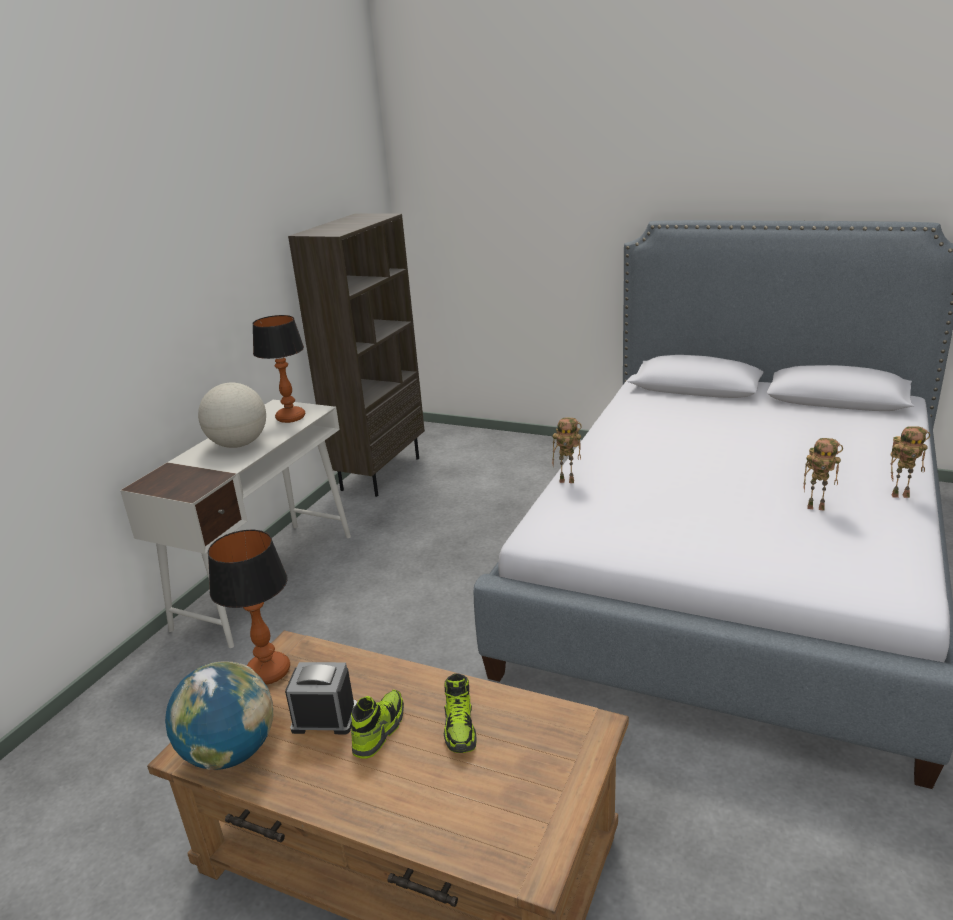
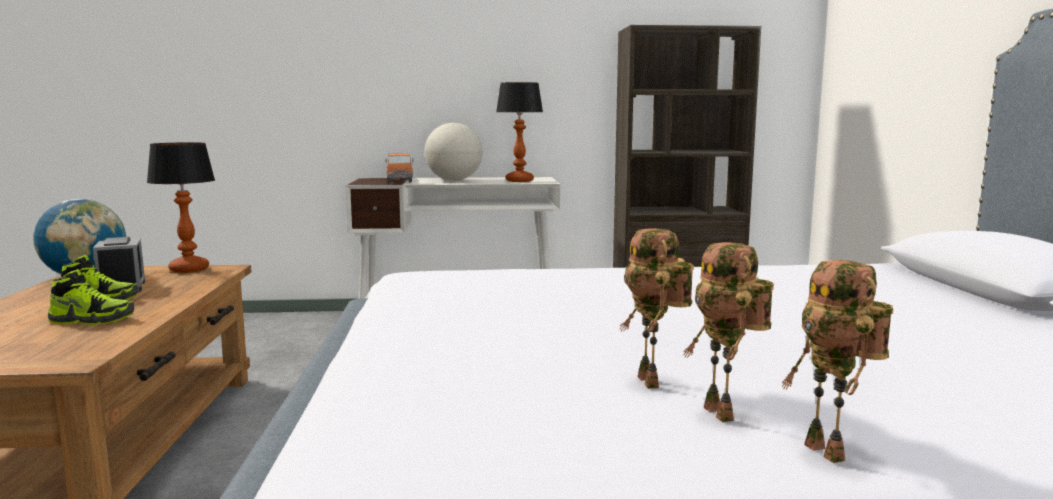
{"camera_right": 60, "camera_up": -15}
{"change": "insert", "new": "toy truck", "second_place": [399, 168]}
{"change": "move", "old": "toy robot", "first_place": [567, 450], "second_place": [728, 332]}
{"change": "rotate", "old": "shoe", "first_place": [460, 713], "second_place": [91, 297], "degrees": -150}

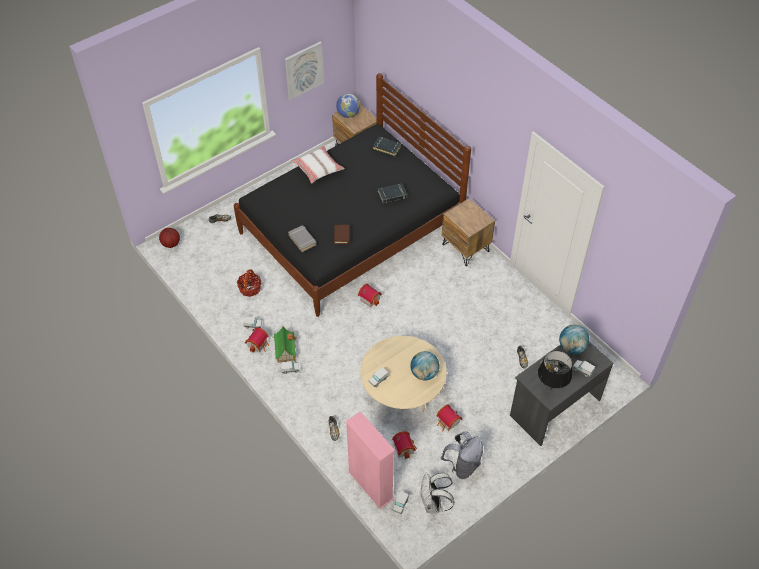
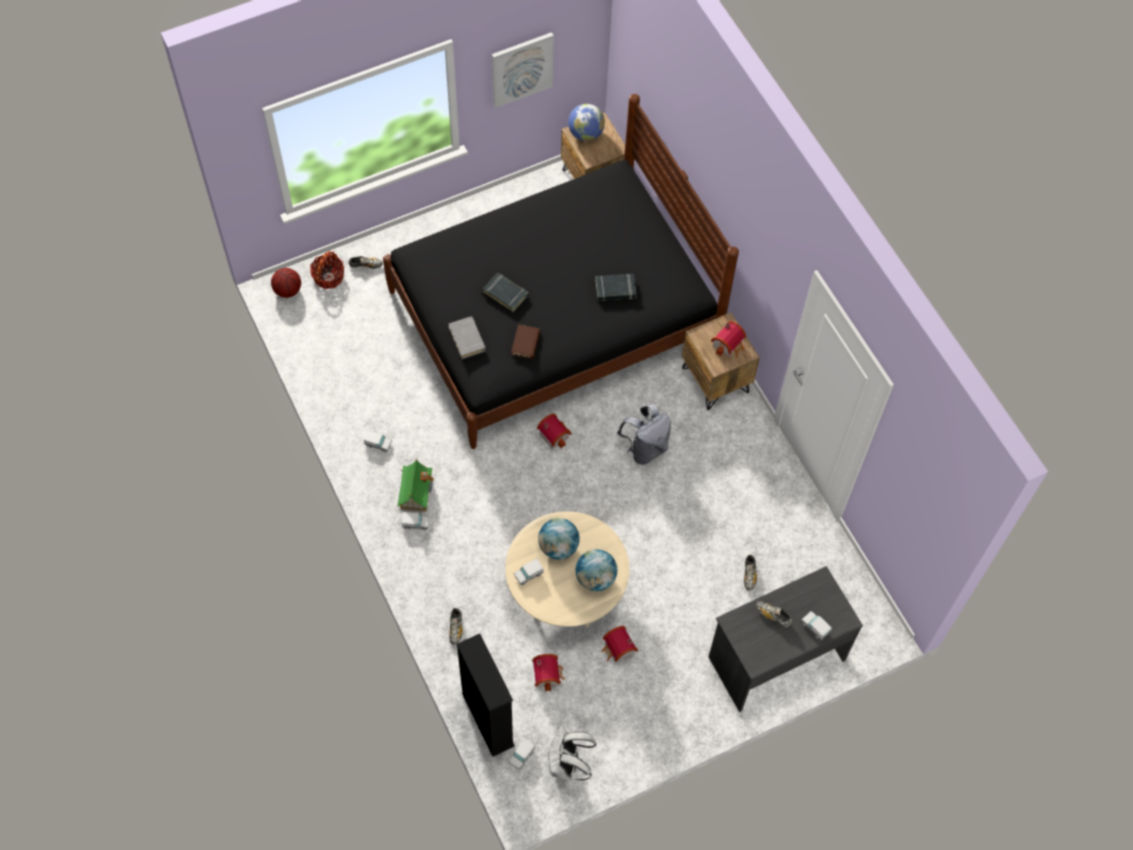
{"camera_right": 10, "camera_up": 10}
{"change": "delete", "old": "white pillow", "first_place": [318, 165]}
{"change": "delete", "old": "black table lamp", "first_place": [555, 369]}
{"change": "move", "old": "basket", "first_place": [249, 283], "second_place": [327, 270]}
{"change": "move", "old": "toy house", "first_place": [257, 340], "second_place": [728, 339]}
{"change": "move", "old": "black book", "first_place": [387, 147], "second_place": [505, 293]}
{"change": "move", "old": "grey backpack", "first_place": [462, 455], "second_place": [644, 435]}
{"change": "move", "old": "globe", "first_place": [574, 339], "second_place": [559, 539]}
{"change": "recolor", "old": "pink bookcase", "new": "black bookcase", "first_place": [370, 460], "second_place": [485, 695]}

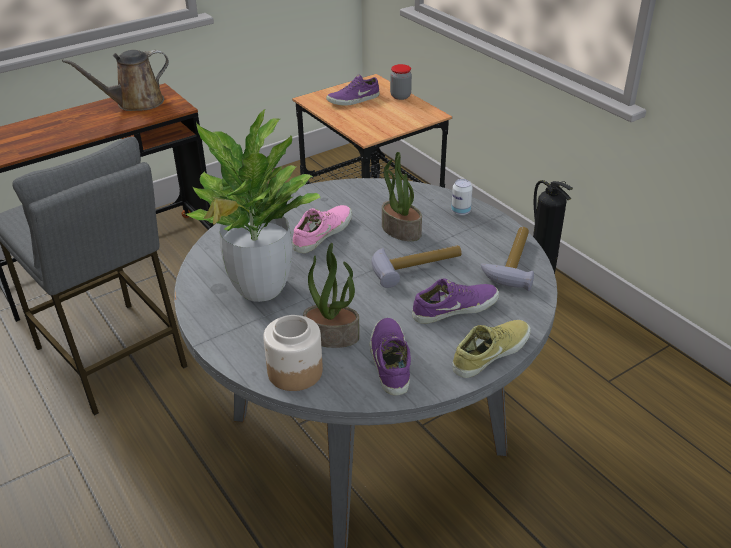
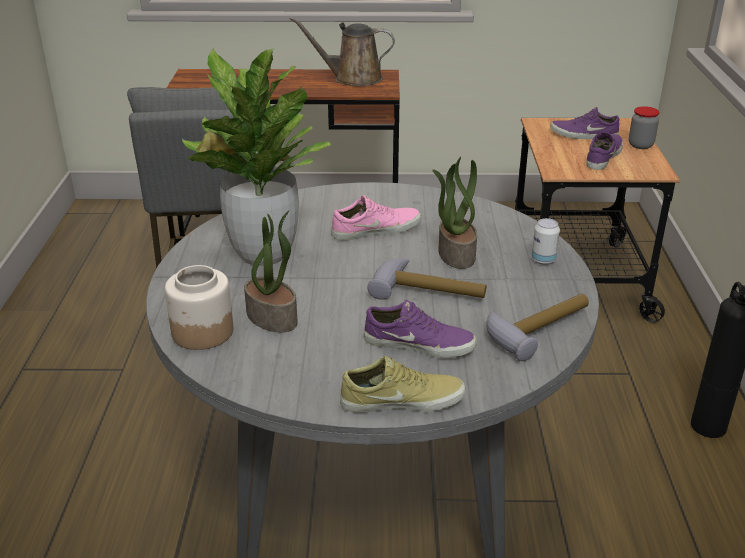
{"camera_right": 35, "camera_up": -5}
{"change": "move", "old": "purple shoe", "first_place": [390, 356], "second_place": [604, 150]}

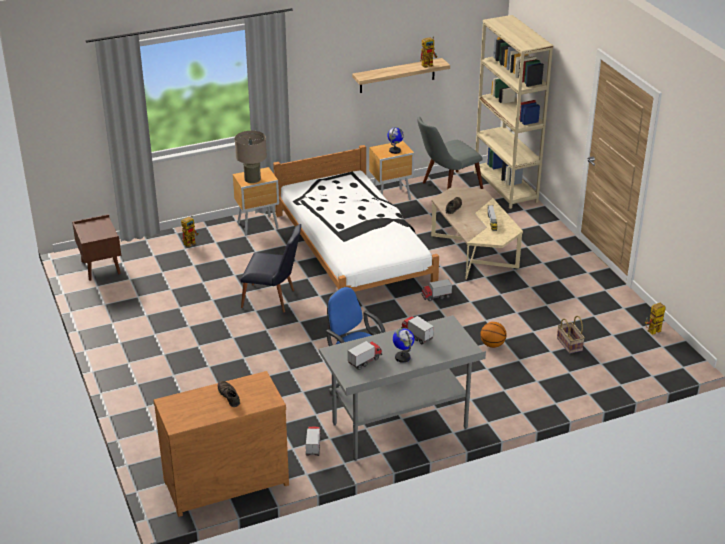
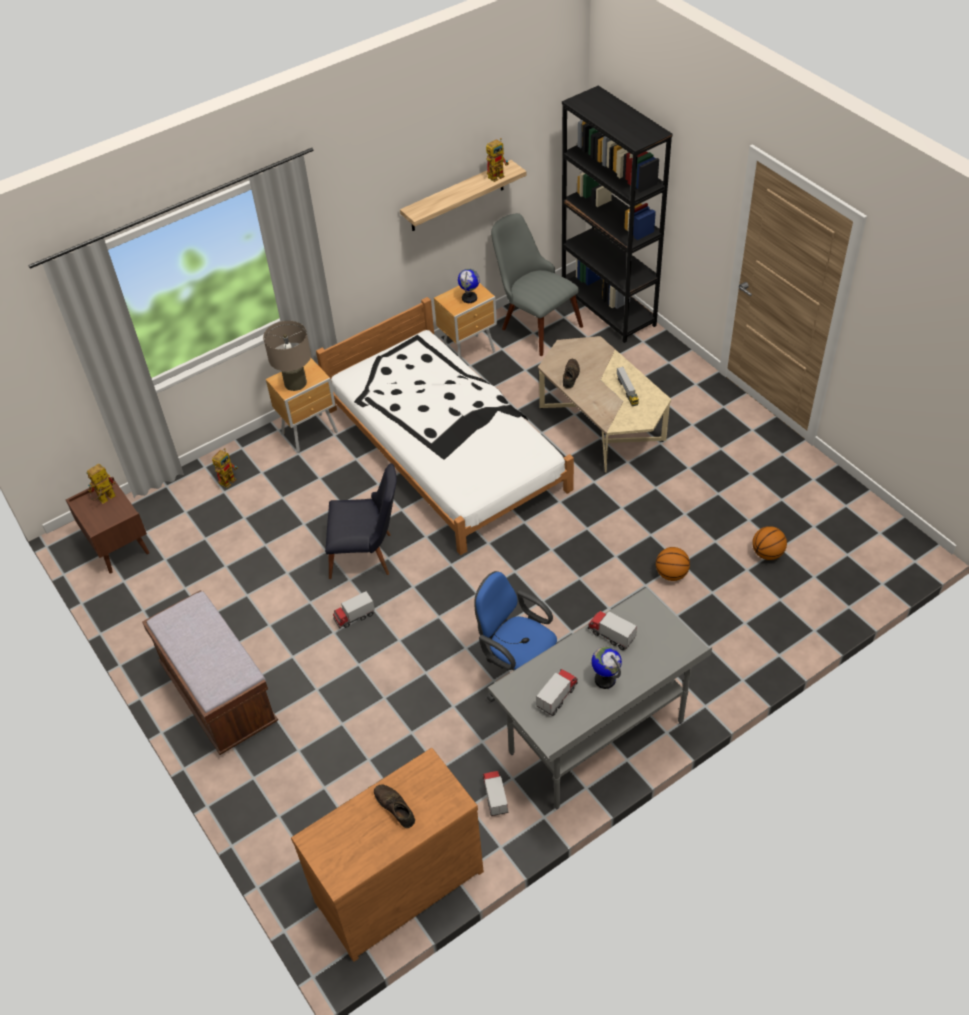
{"camera_right": -10, "camera_up": 15}
{"change": "insert", "new": "brown bench", "second_place": [210, 672]}
{"change": "move", "old": "toy truck", "first_place": [436, 290], "second_place": [354, 610]}
{"change": "move", "old": "toy robot", "first_place": [655, 319], "second_place": [101, 484]}
{"change": "replace", "old": "basket", "new": "basketball", "first_place": [571, 335], "second_place": [769, 543]}
{"change": "recolor", "old": "beige bookcase", "new": "black bookcase", "first_place": [513, 112], "second_place": [617, 214]}
{"change": "rotate", "old": "grey chair", "first_place": [450, 153], "second_place": [537, 284], "degrees": 90}

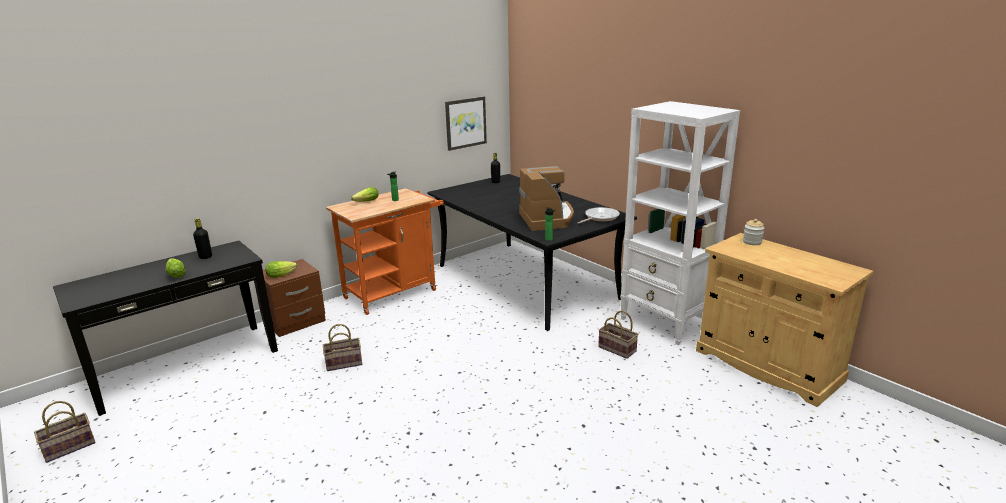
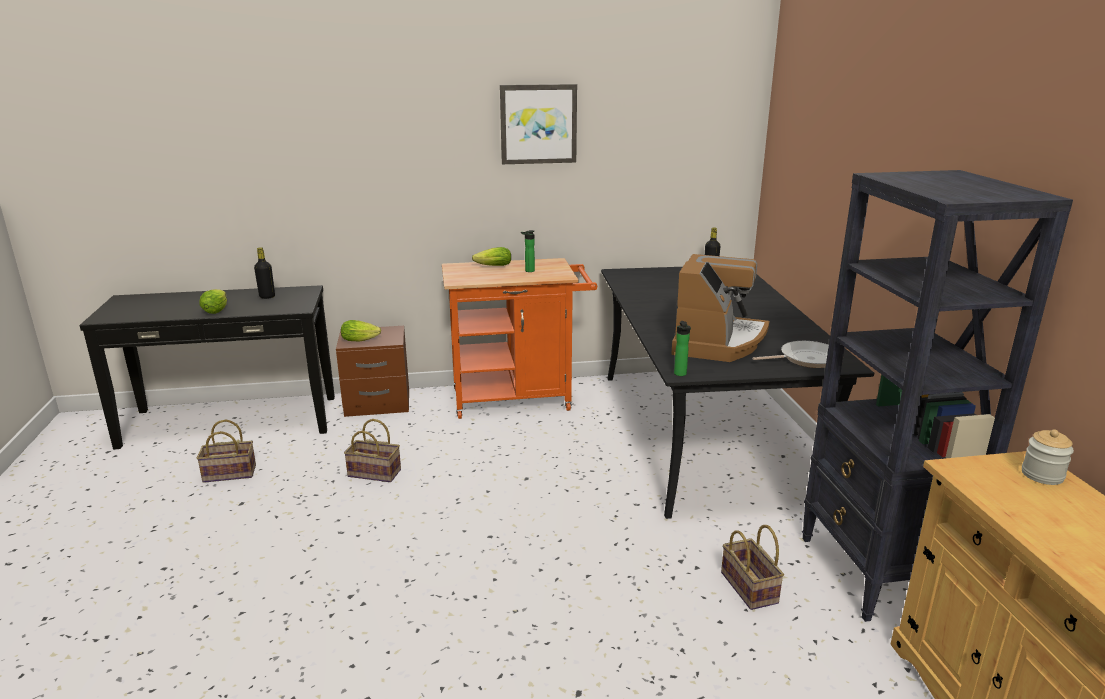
{"camera_right": 30, "camera_up": 0}
{"change": "move", "old": "basket", "first_place": [64, 432], "second_place": [226, 451]}
{"change": "move", "old": "picture", "first_place": [466, 123], "second_place": [538, 124]}
{"change": "recolor", "old": "white bookcase", "new": "black bookcase", "first_place": [680, 223], "second_place": [937, 396]}

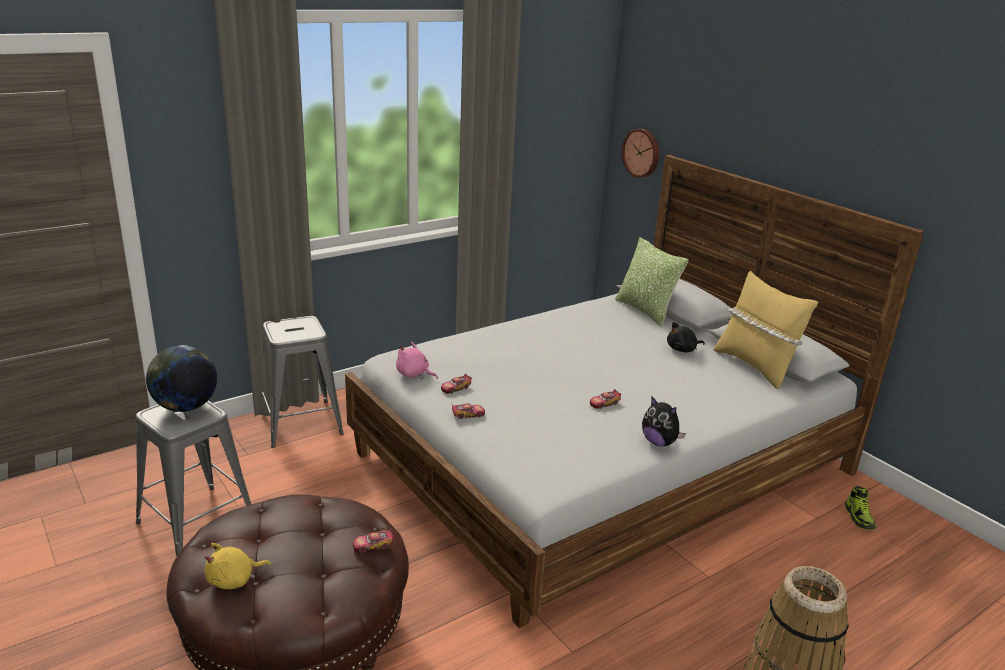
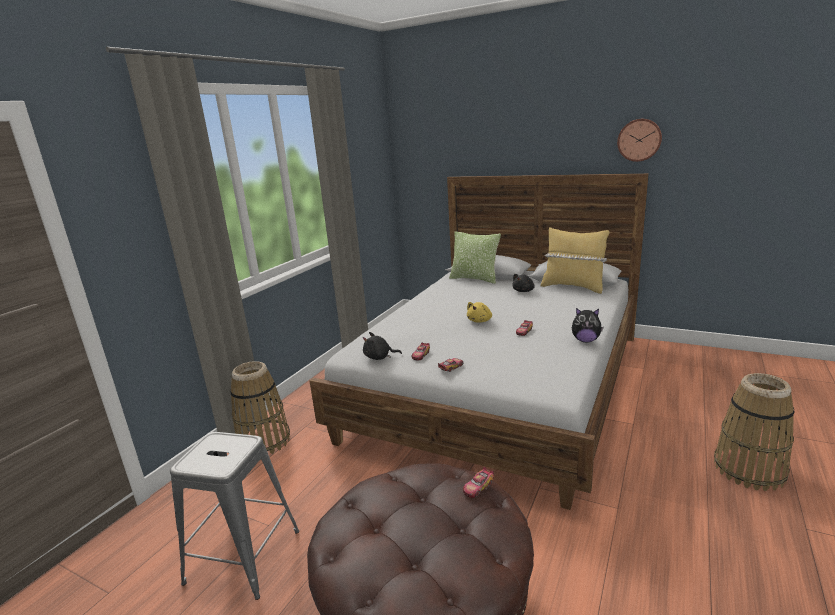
{"camera_right": -25, "camera_up": -5}
{"change": "delete", "old": "globe", "first_place": [181, 378]}
{"change": "delete", "old": "shoe", "first_place": [860, 508]}
{"change": "move", "old": "yellow plush toy", "first_place": [237, 566], "second_place": [479, 312]}
{"change": "move", "old": "wall clock", "first_place": [640, 153], "second_place": [639, 140]}
{"change": "replace", "old": "grey stool", "new": "basket", "first_place": [303, 382], "second_place": [260, 407]}
{"change": "recolor", "old": "pink plush toy", "new": "black plush toy", "first_place": [417, 360], "second_place": [382, 346]}

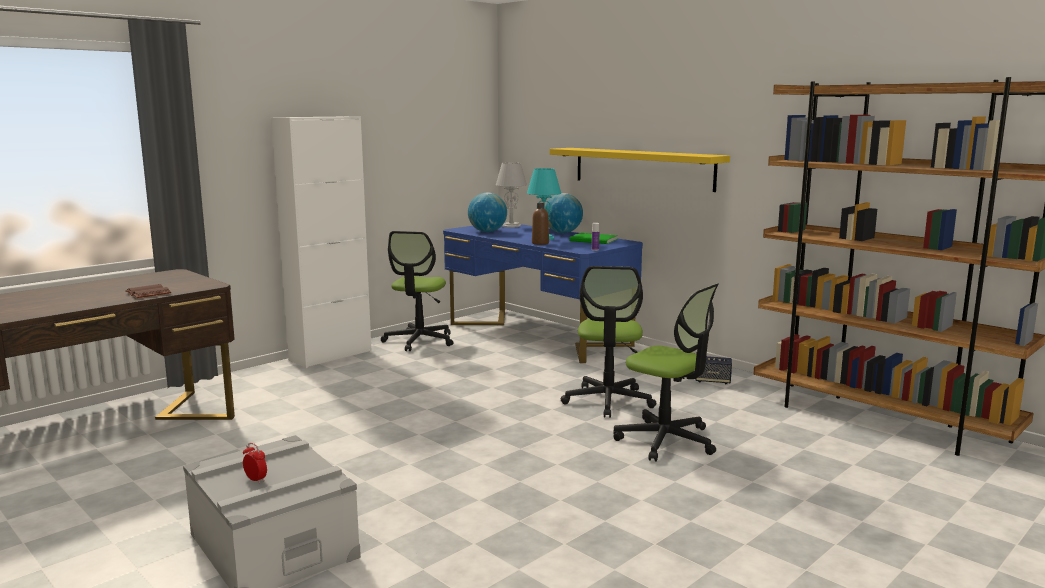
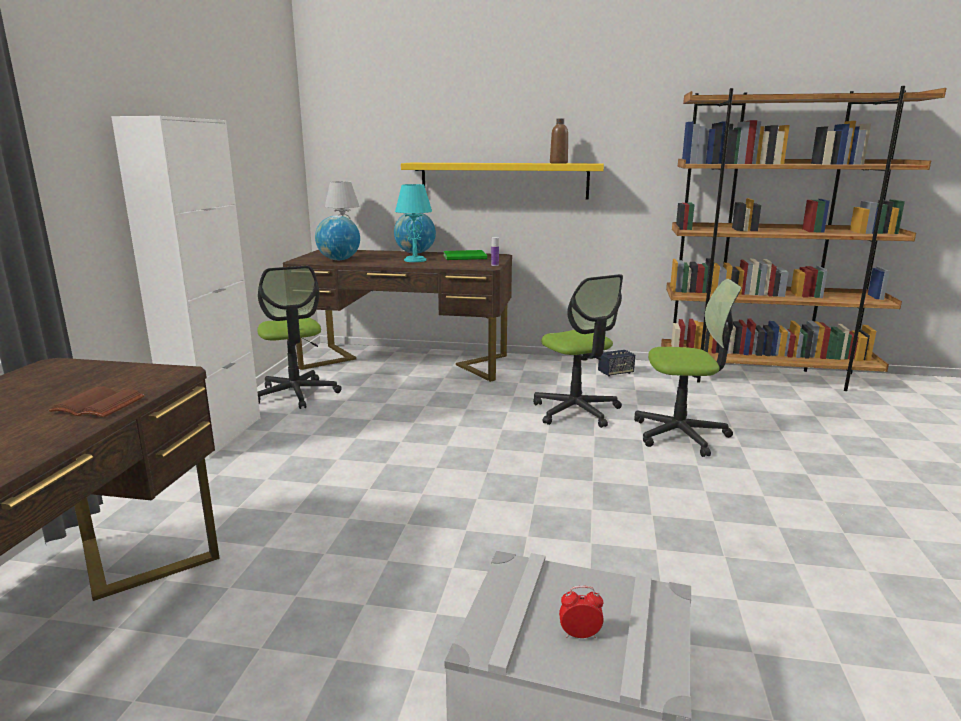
{"camera_right": -35, "camera_up": 5}
{"change": "move", "old": "brown bottle", "first_place": [540, 224], "second_place": [559, 141]}
{"change": "recolor", "old": "blue desk", "new": "brown desk", "first_place": [543, 293], "second_place": [397, 316]}

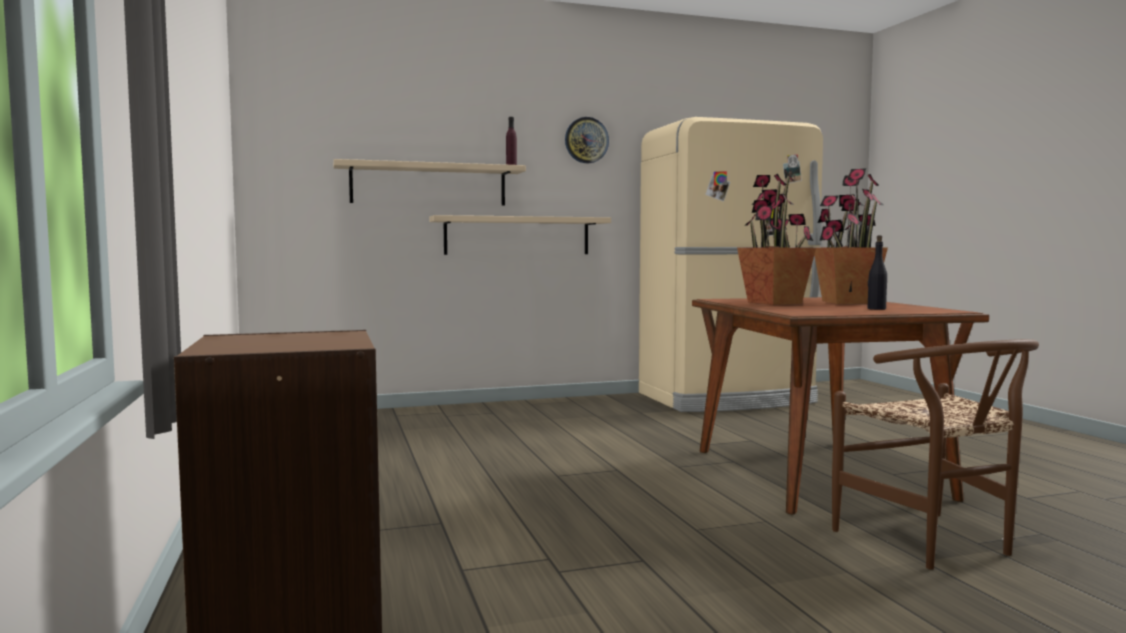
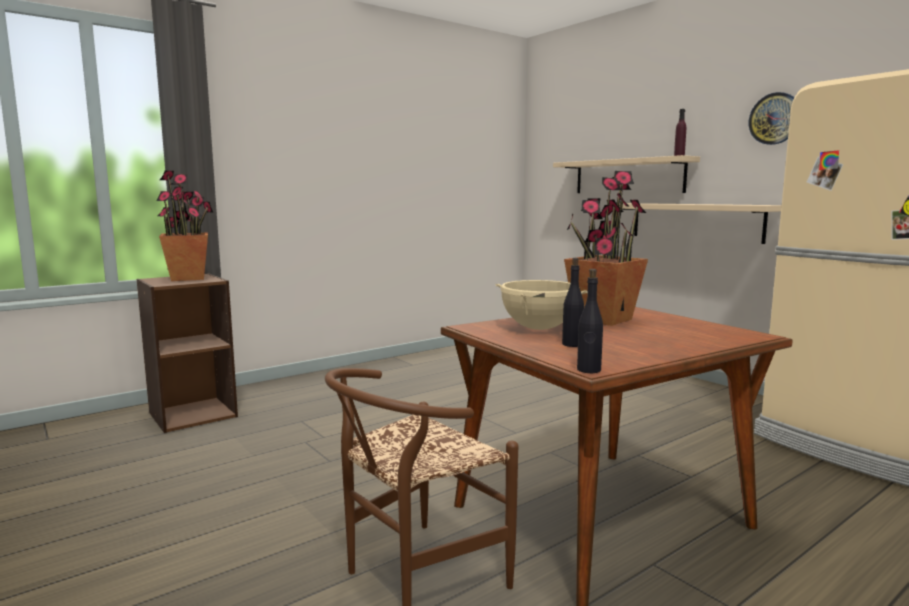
{"camera_right": 70, "camera_up": 5}
{"change": "insert", "new": "beige cooking pot", "second_place": [541, 305]}
{"change": "insert", "new": "black bottle", "second_place": [590, 321]}
{"change": "move", "old": "potted plant", "first_place": [851, 236], "second_place": [184, 226]}

